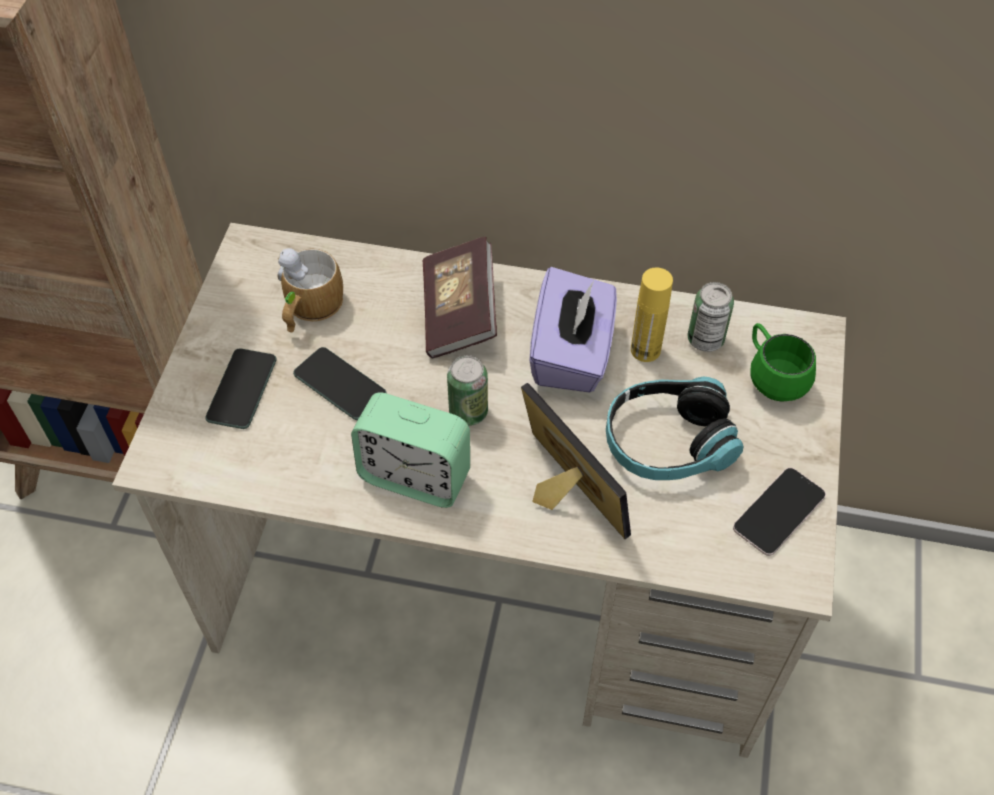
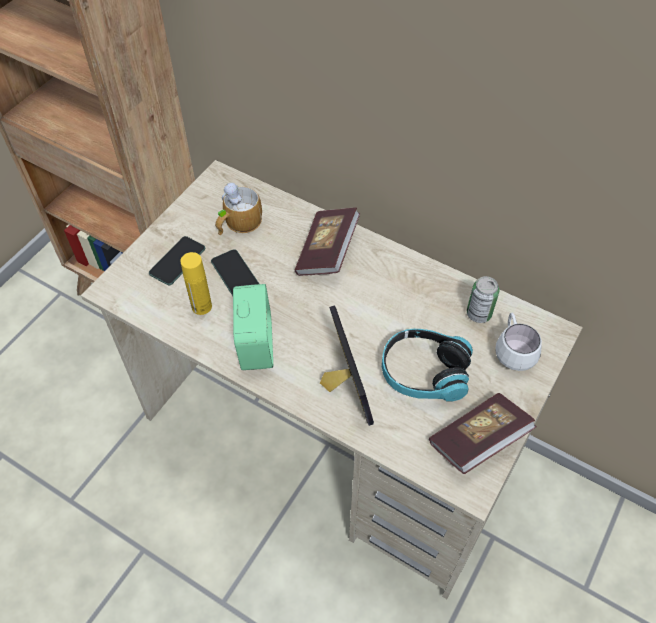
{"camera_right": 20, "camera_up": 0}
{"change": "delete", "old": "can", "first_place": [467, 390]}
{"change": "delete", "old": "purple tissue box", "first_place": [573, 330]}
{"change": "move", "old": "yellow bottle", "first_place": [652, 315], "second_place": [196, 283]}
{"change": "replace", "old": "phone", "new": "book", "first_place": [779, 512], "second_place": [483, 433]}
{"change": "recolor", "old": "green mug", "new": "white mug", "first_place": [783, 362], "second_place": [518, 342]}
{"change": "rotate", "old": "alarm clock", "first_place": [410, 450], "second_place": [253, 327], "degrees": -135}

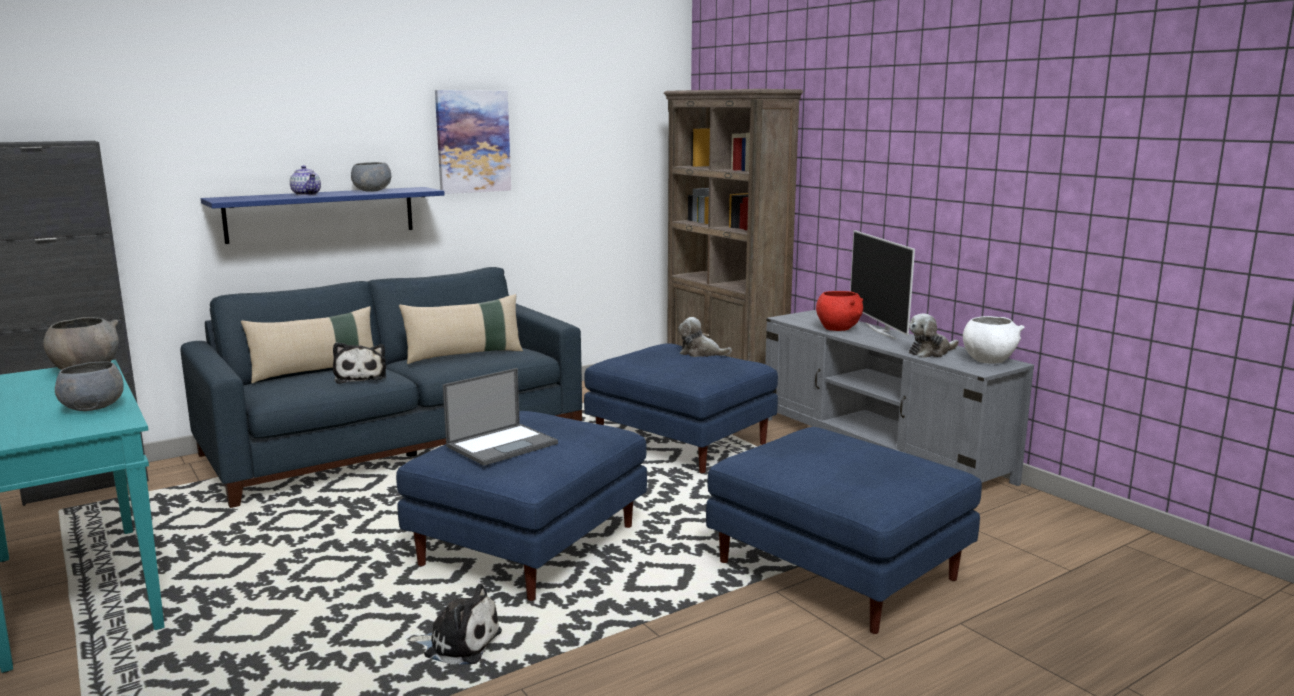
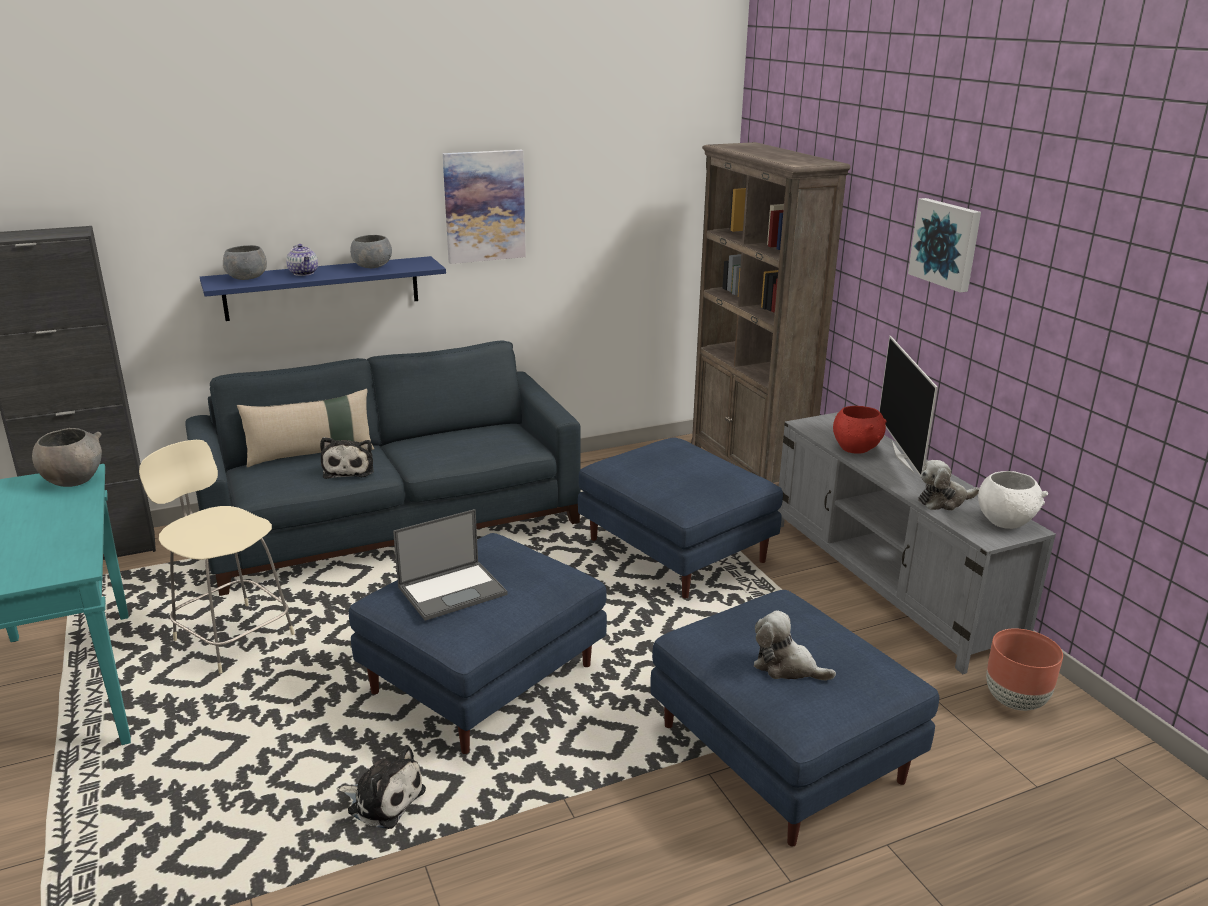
{"camera_right": 10, "camera_up": 10}
{"change": "delete", "old": "beige pillow", "first_place": [461, 329]}
{"change": "insert", "new": "beige stool", "second_place": [217, 556]}
{"change": "insert", "new": "picture", "second_place": [944, 245]}
{"change": "insert", "new": "brown planter", "second_place": [1024, 669]}
{"change": "move", "old": "grey bowl", "first_place": [89, 386], "second_place": [245, 262]}
{"change": "move", "old": "plush toy", "first_place": [705, 337], "second_place": [795, 646]}

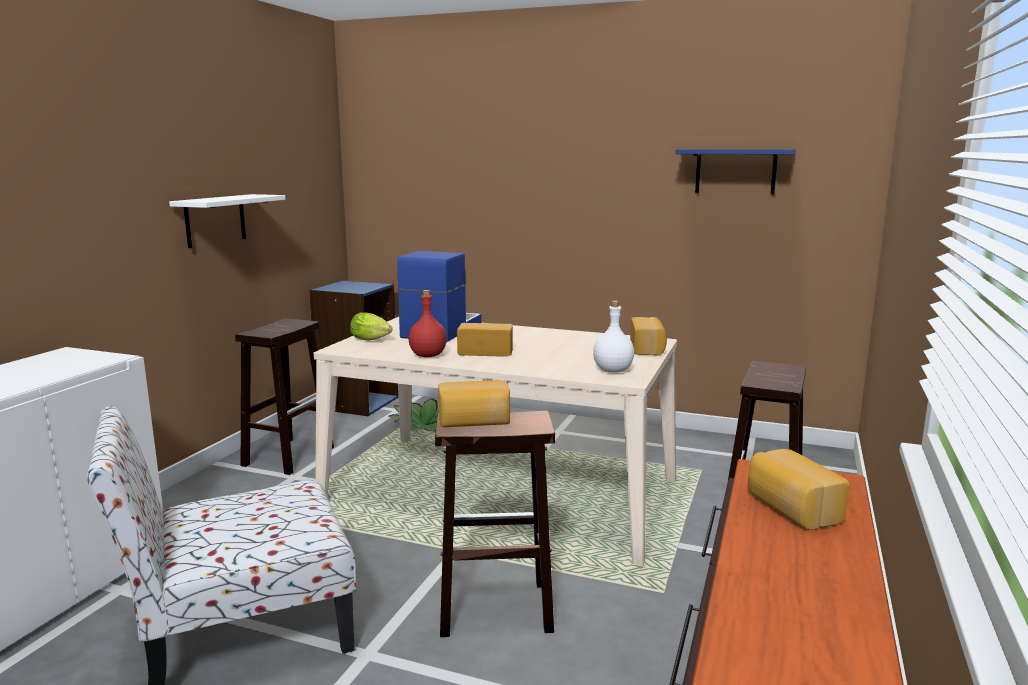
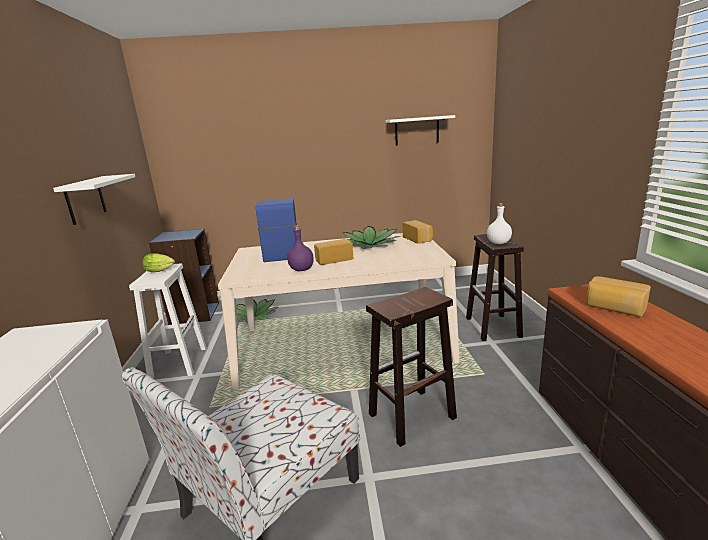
{"camera_right": -25, "camera_up": 5}
{"change": "delete", "old": "bread", "first_place": [474, 403]}
{"change": "insert", "new": "potted plant", "second_place": [371, 237]}
{"change": "move", "old": "lettuce", "first_place": [371, 326], "second_place": [158, 263]}
{"change": "move", "old": "white bottle", "first_place": [613, 337], "second_place": [499, 223]}
{"change": "recolor", "old": "brown stool", "new": "white stool", "first_place": [284, 396], "second_place": [168, 321]}
{"change": "recolor", "old": "red bottle", "new": "purple bottle", "first_place": [428, 323], "second_place": [300, 248]}
{"change": "recolor", "old": "blue shelf", "new": "white shelf", "first_place": [735, 171], "second_place": [420, 130]}

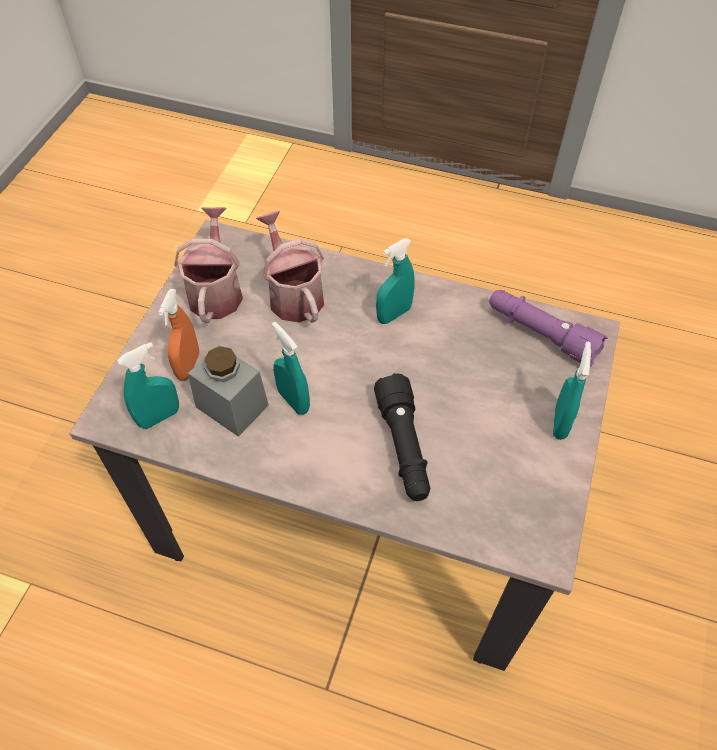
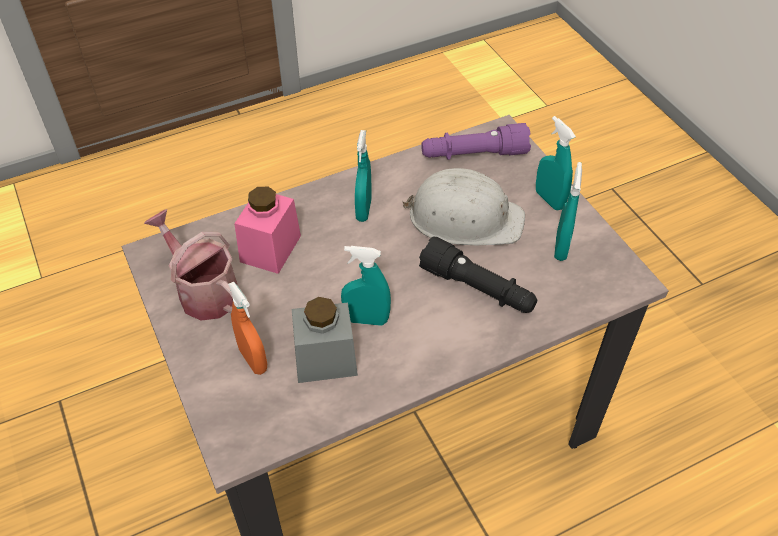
{"camera_right": -45, "camera_up": -5}
{"change": "insert", "new": "white hard hat", "second_place": [463, 206]}
{"change": "move", "old": "turquoise spray bottle", "first_place": [148, 385], "second_place": [568, 211]}
{"change": "replace", "old": "watering can", "new": "pink jar", "first_place": [290, 267], "second_place": [267, 230]}

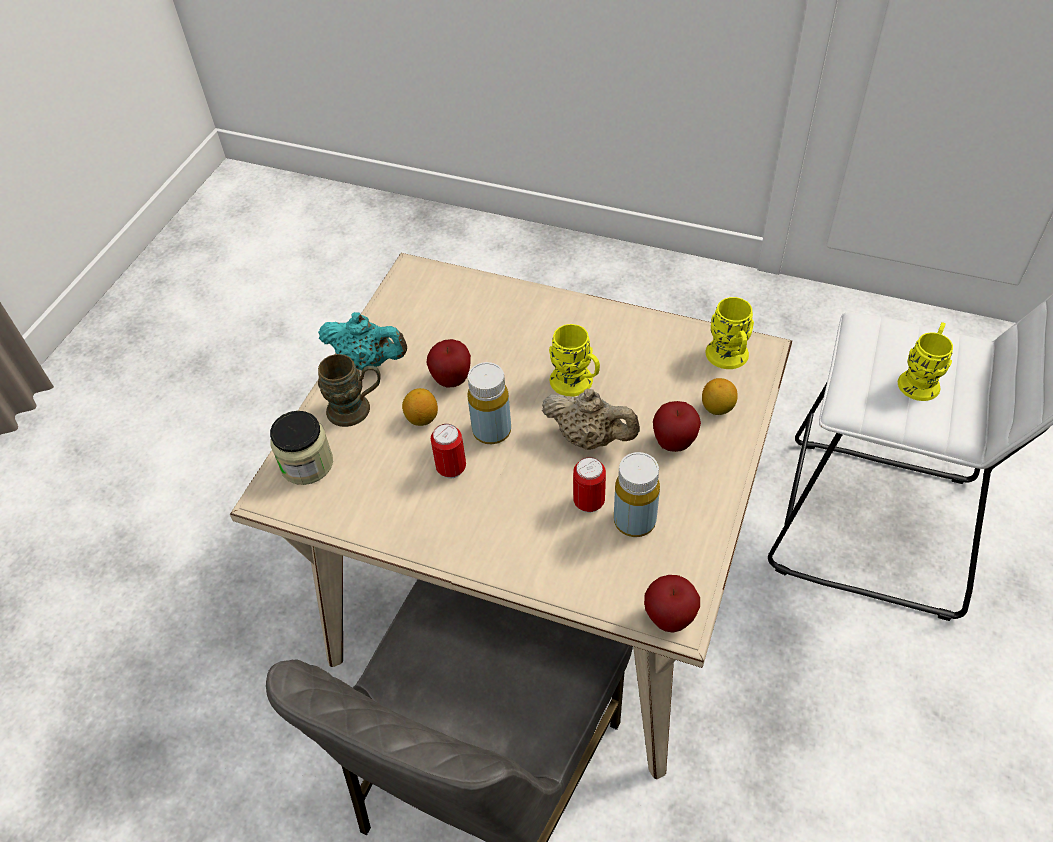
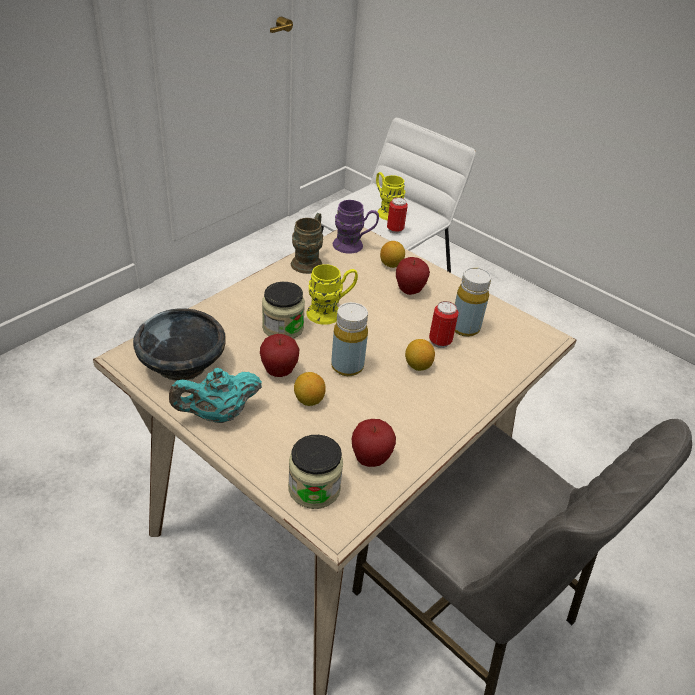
{"camera_right": -75, "camera_up": -10}
{"change": "delete", "old": "beige teapot", "first_place": [591, 419]}
{"change": "insert", "new": "black bowl", "second_place": [179, 344]}
{"change": "insert", "new": "jar", "second_place": [283, 310]}
{"change": "insert", "new": "lemon", "second_place": [420, 355]}
{"change": "move", "old": "brown mug", "first_place": [349, 390], "second_place": [307, 243]}
{"change": "move", "old": "can", "first_place": [448, 451], "second_place": [397, 215]}
{"change": "move", "old": "apple", "first_place": [672, 604], "second_place": [374, 443]}
{"change": "recolor", "old": "yellow mug", "new": "purple mug", "first_place": [730, 333], "second_place": [356, 227]}
{"change": "rotate", "old": "turquoise teapot", "first_place": [362, 341], "second_place": [215, 395], "degrees": -150}

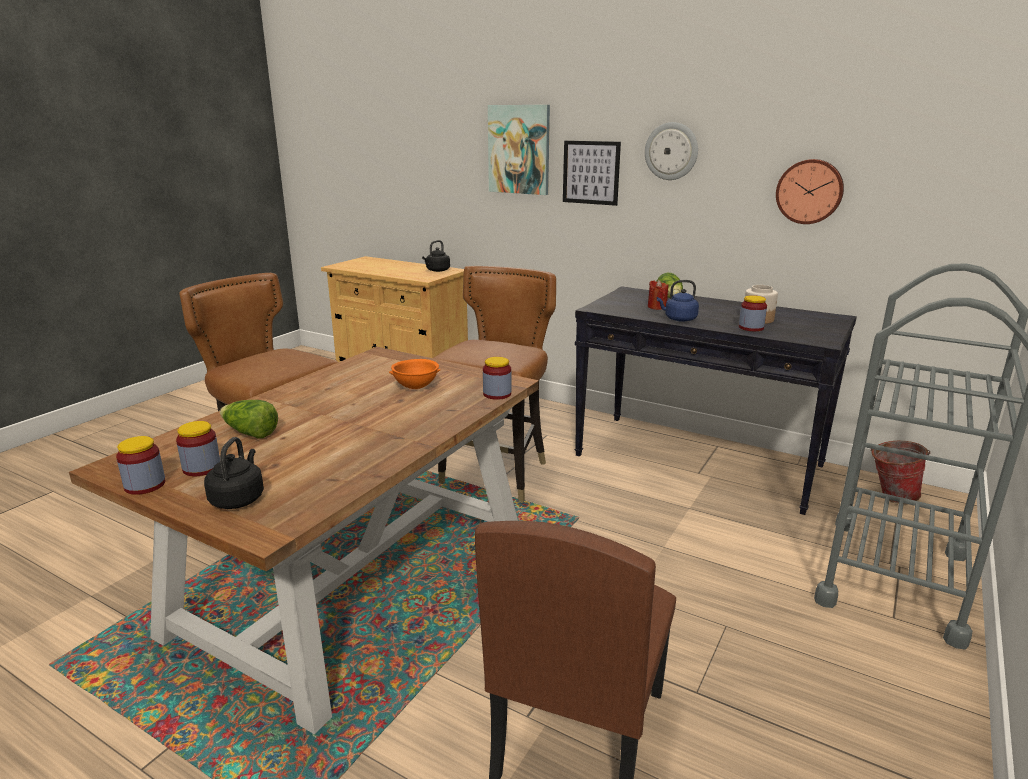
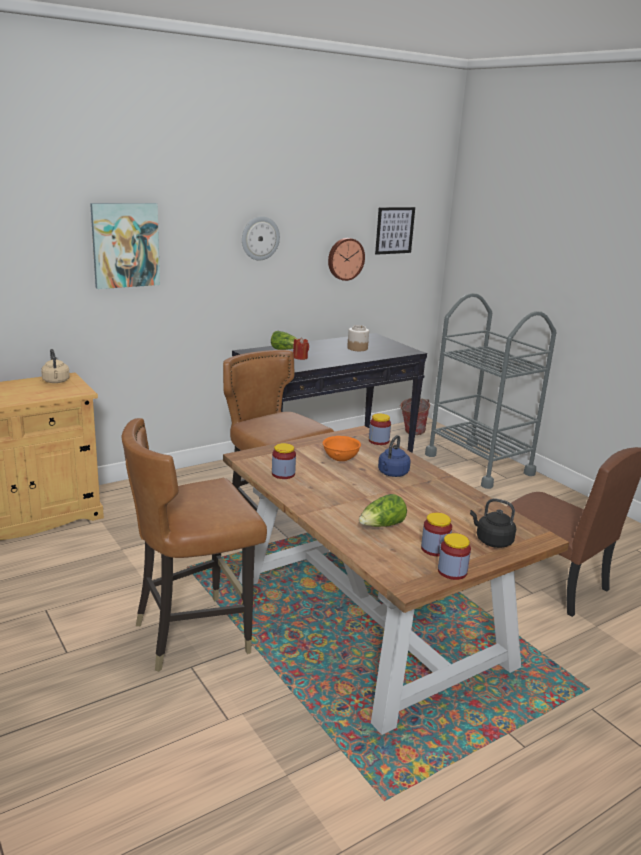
{"camera_right": -65, "camera_up": 0}
{"change": "move", "old": "picture", "first_place": [592, 173], "second_place": [395, 231]}
{"change": "move", "old": "blue kettle", "first_place": [678, 301], "second_place": [394, 456]}
{"change": "move", "old": "jar", "first_place": [753, 313], "second_place": [284, 461]}
{"change": "recolor", "old": "black kettle", "new": "beige kettle", "first_place": [436, 256], "second_place": [55, 366]}

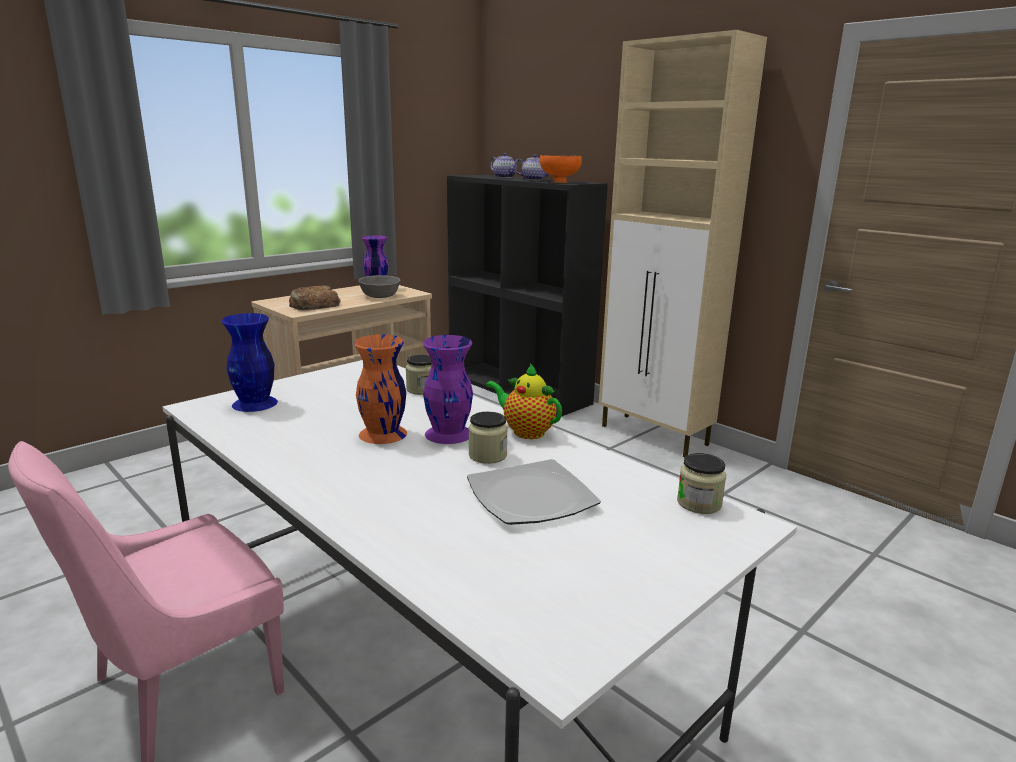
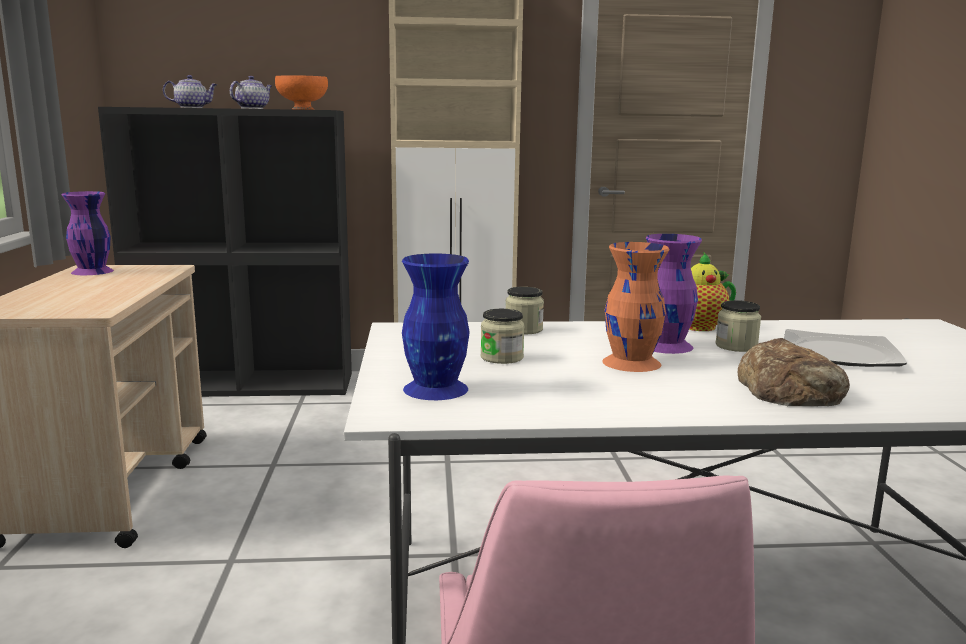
{"camera_right": -50, "camera_up": -5}
{"change": "delete", "old": "grey bowl", "first_place": [379, 286]}
{"change": "move", "old": "bread", "first_place": [315, 297], "second_place": [794, 372]}
{"change": "move", "old": "jar", "first_place": [701, 483], "second_place": [502, 336]}

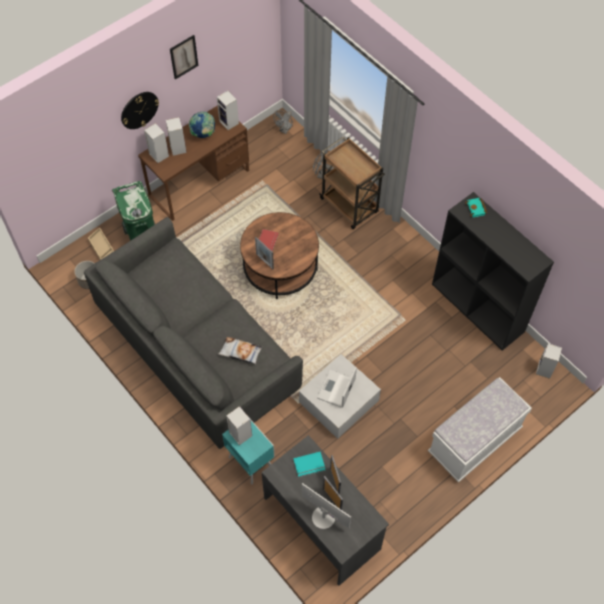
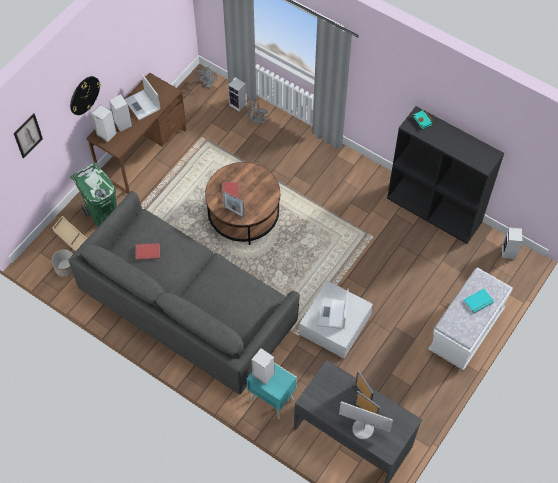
{"camera_right": -15, "camera_up": 0}
{"change": "delete", "old": "pillow", "first_place": [240, 350]}
{"change": "delete", "old": "brown cart", "first_place": [352, 183]}
{"change": "insert", "new": "red book", "second_place": [148, 251]}
{"change": "move", "old": "picture", "first_place": [184, 57], "second_place": [28, 136]}
{"change": "move", "old": "speaker", "first_place": [228, 110], "second_place": [237, 94]}
{"change": "move", "old": "turquoise book", "first_place": [309, 464], "second_place": [479, 301]}
{"change": "replace", "old": "globe", "new": "laptop", "first_place": [202, 125], "second_place": [142, 97]}

